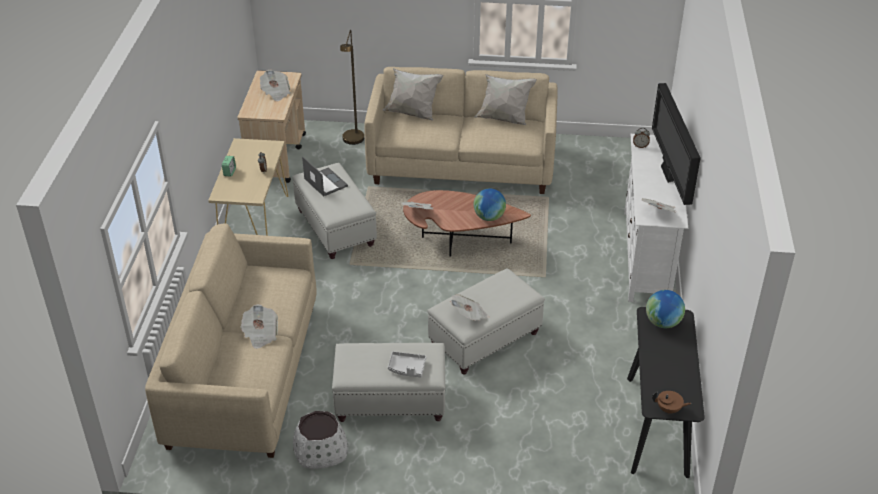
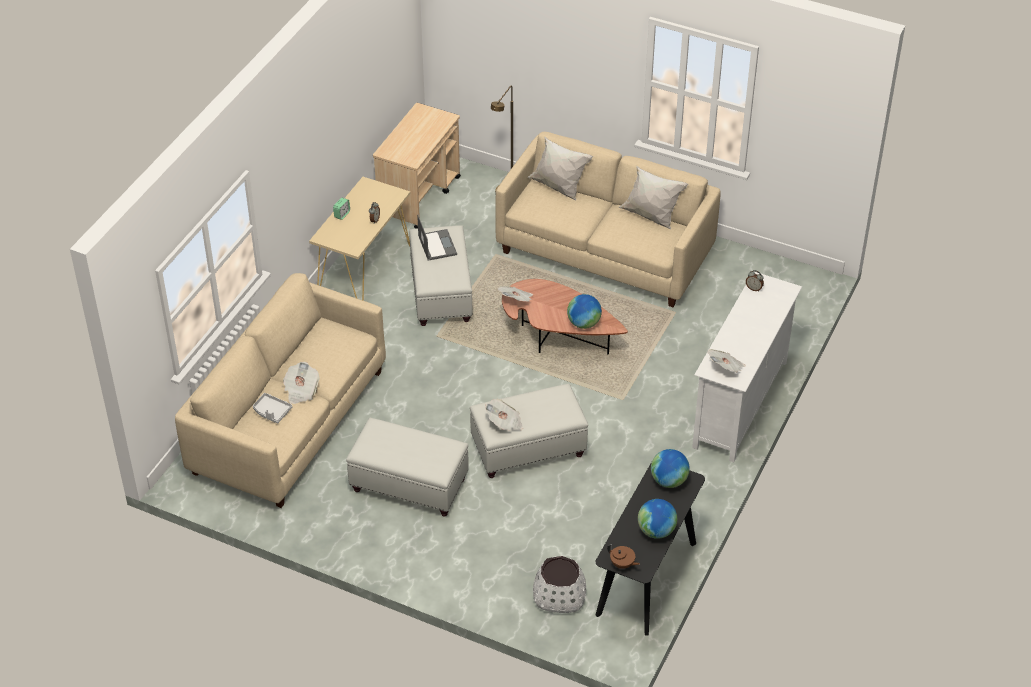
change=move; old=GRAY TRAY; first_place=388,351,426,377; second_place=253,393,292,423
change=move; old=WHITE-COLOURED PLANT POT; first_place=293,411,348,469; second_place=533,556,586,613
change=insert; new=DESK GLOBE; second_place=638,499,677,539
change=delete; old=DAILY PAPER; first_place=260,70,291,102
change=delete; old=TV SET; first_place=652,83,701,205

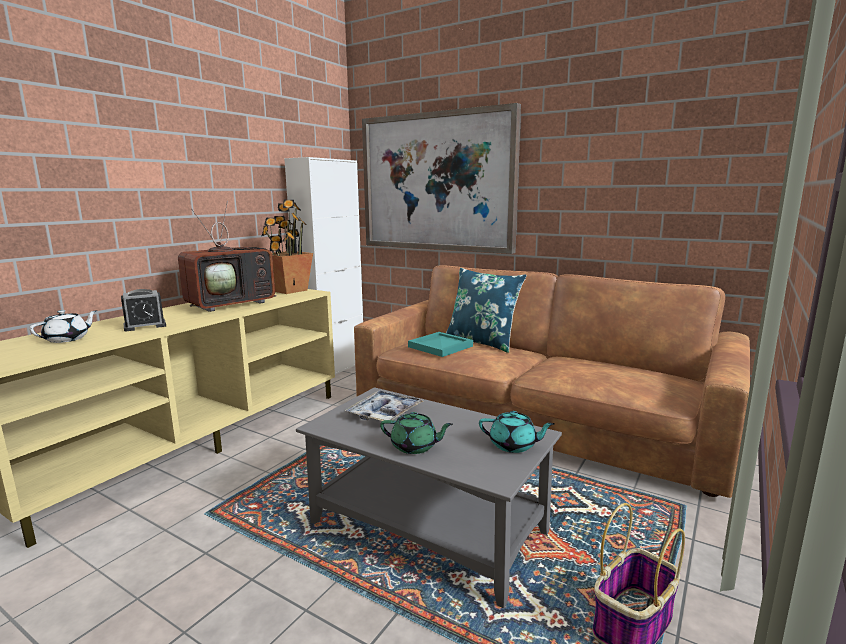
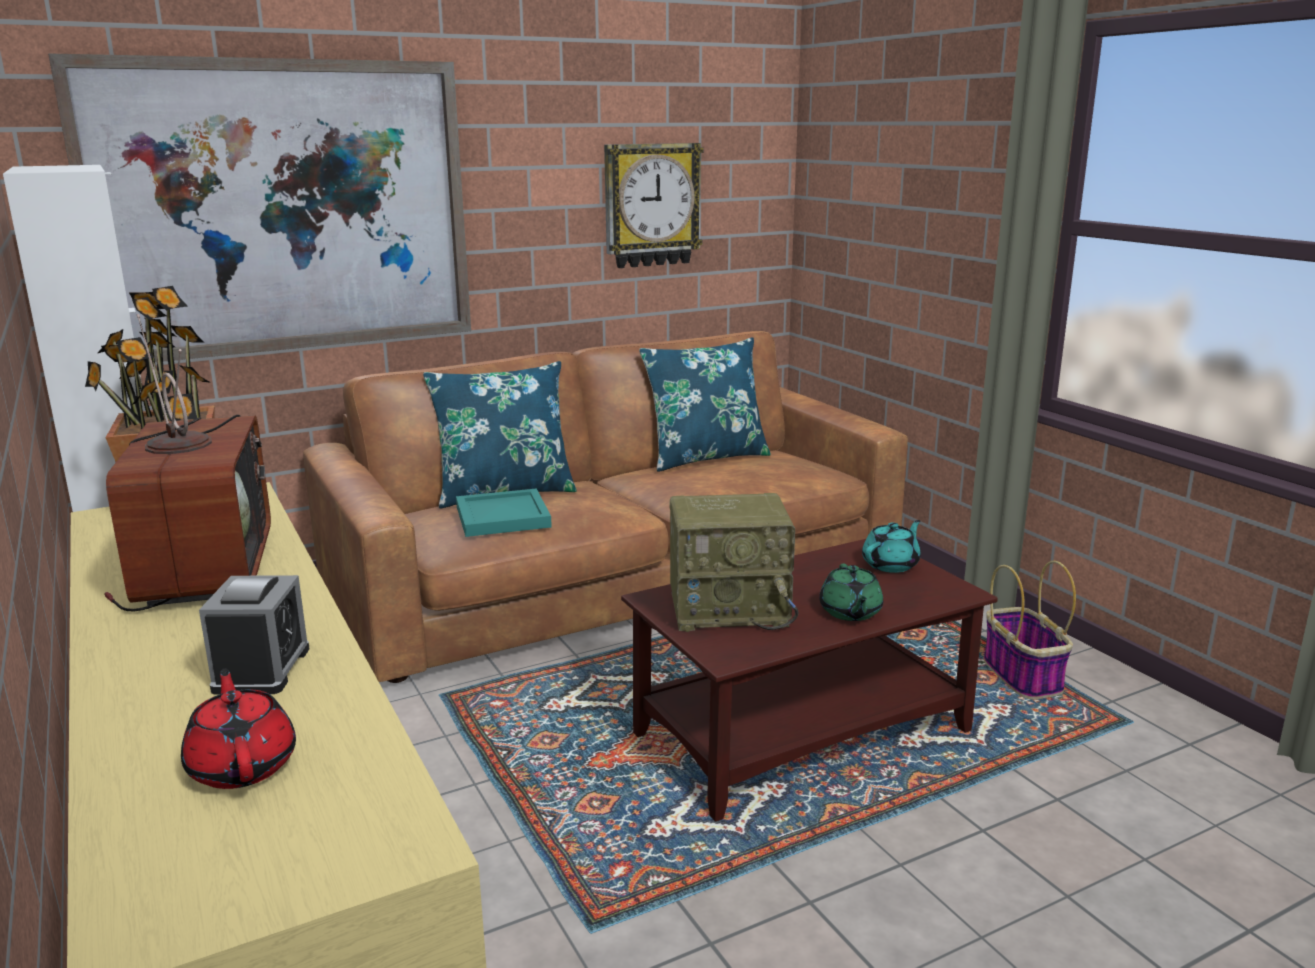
change=recolor; old=WHITE-COLOURED TEA POT; new=REDDISH TEA POT; first_place=29,310,98,343; second_place=181,669,296,789
change=insert; new=CLOCK ON THE WALL; second_place=604,143,703,268
change=recolor; old=GRAY LOW TABLE; new=BROWN-COLOURED LOW TABLE; first_place=296,387,562,608; second_place=621,539,998,822
change=insert; new=BLUE-COLOURED THROW PILLOW; second_place=639,337,771,472
change=replace; old=TRAY; new=RADIO; first_place=344,390,423,421; second_place=669,493,798,632
change=rotate; old=GREENISH TEA POT; first_place=380,412,453,454; second_place=819,564,883,621; degrees=135

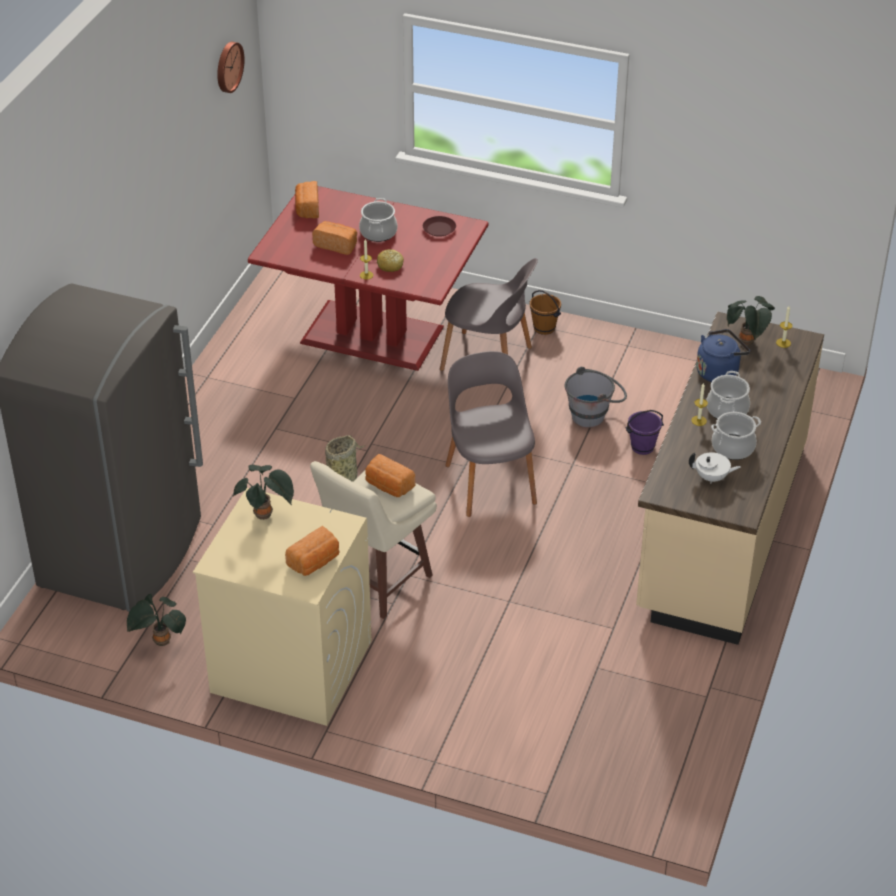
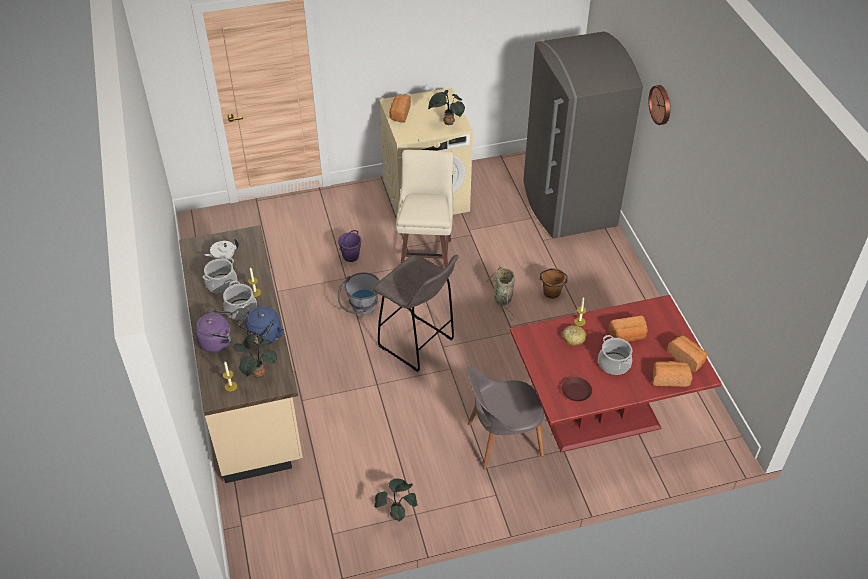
change=insert; new=PURPLE TEA KETTLE; second_place=195,310,232,352
change=move; old=PURPLE WATER BUCKET; first_place=626,410,664,455; second_place=338,230,361,262
change=move; old=GRAY WATER BUCKET; first_place=565,366,627,428; second_place=338,272,380,315
change=replace; old=GRAY CHAIR; new=GRAY STOOL; first_place=445,351,537,517; second_place=372,255,458,372
change=move; old=HOUSEPLANT; first_place=127,594,186,646; second_place=374,479,417,523
change=move; old=BROWN-COLOURED WATER BUCKET; first_place=530,290,561,335; second_place=540,268,568,299
change=move; old=CLOCK ON THE WALL; first_place=217,42,244,93; second_place=648,85,670,125
change=move; old=BAKED BREAD; first_place=365,454,415,497; second_place=653,361,693,387

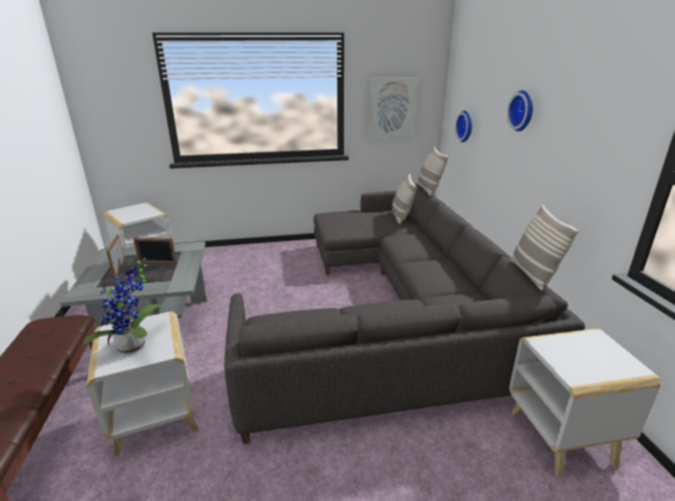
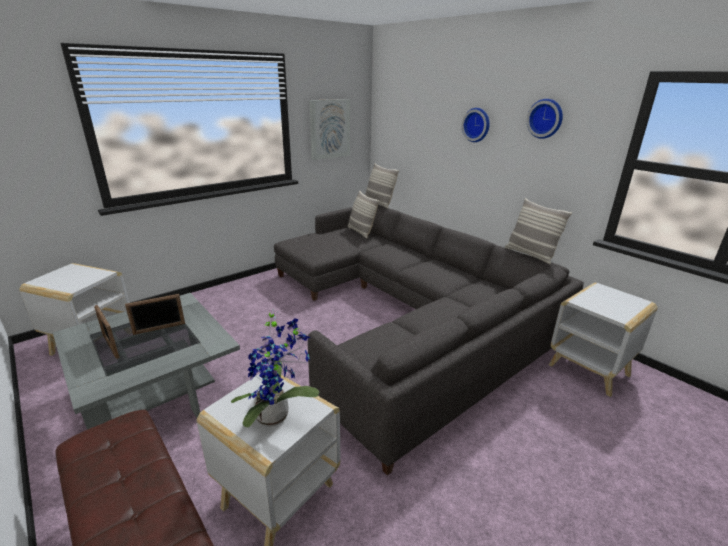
change=move; old=CLOCK ON THE WALL; first_place=455,111,472,142; second_place=526,99,563,139

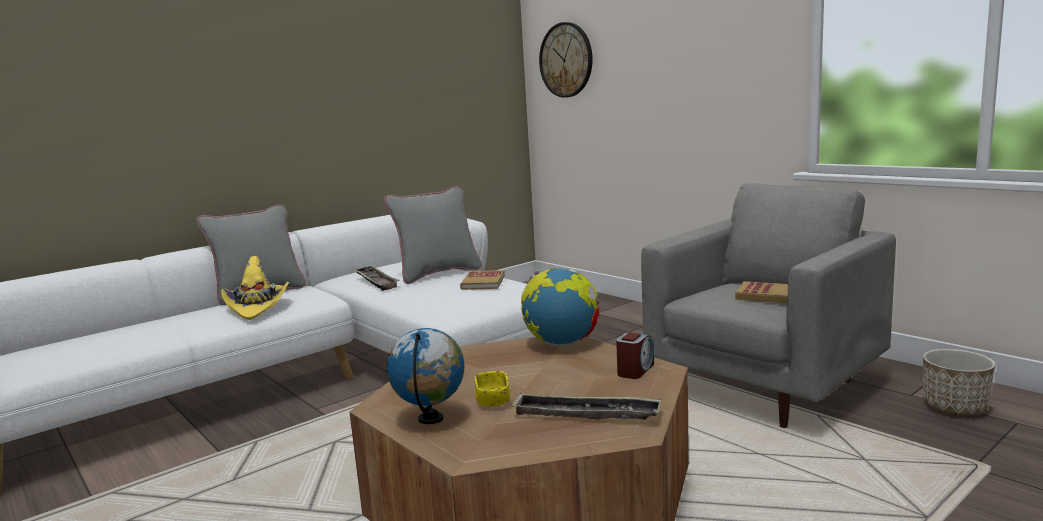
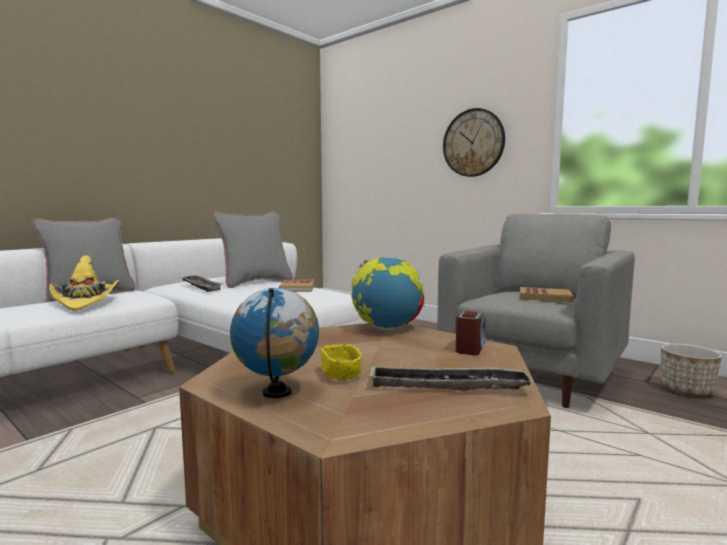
change=move; old=CLOCK ON THE WALL; first_place=539,22,593,98; second_place=443,108,505,177

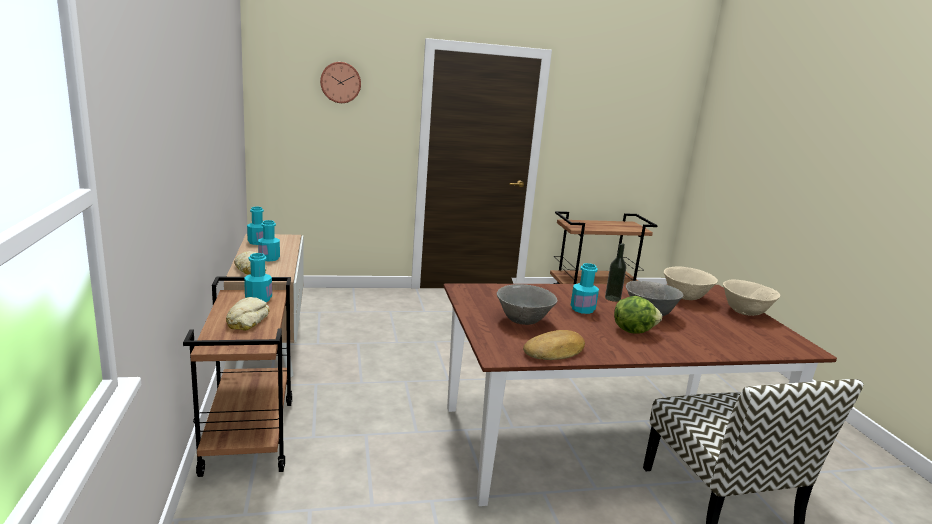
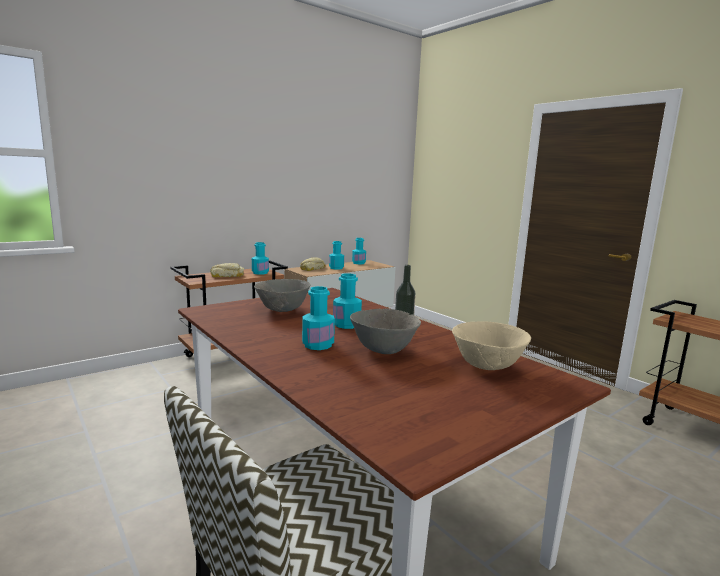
change=replace; old=LETTUCE; new=TURQUOISE-COLOURED DRINK BOTTLE; first_place=614,296,662,334; second_place=302,286,335,350
change=delete; old=CLOCK ON THE WALL; first_place=320,62,361,103
change=delete; old=BAKED BREAD; first_place=523,330,585,360
change=delete; old=BEIGE DEEP DISH; first_place=723,280,780,316

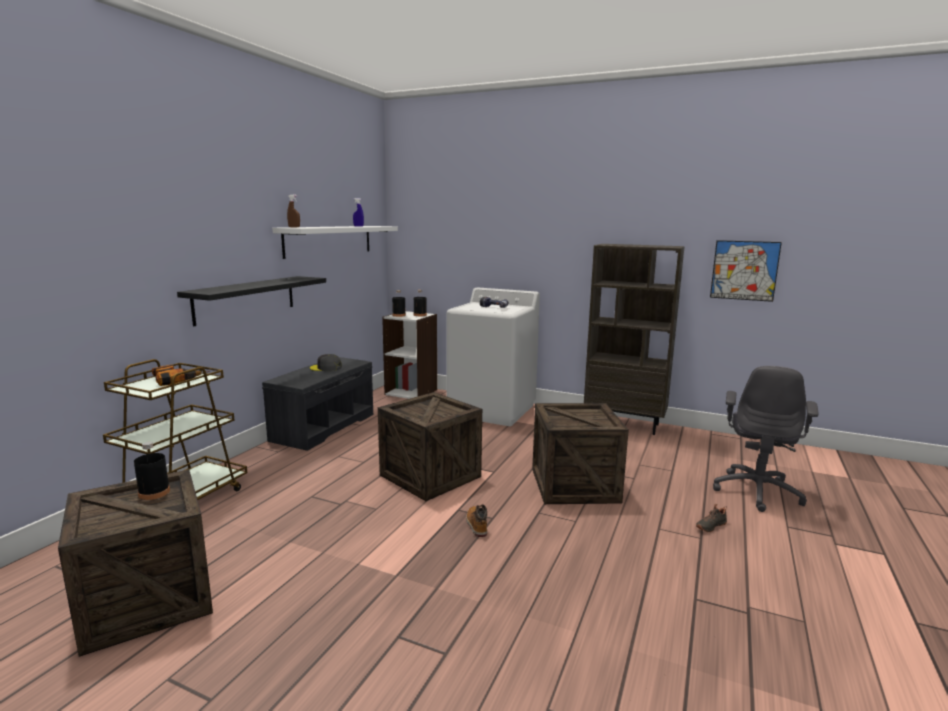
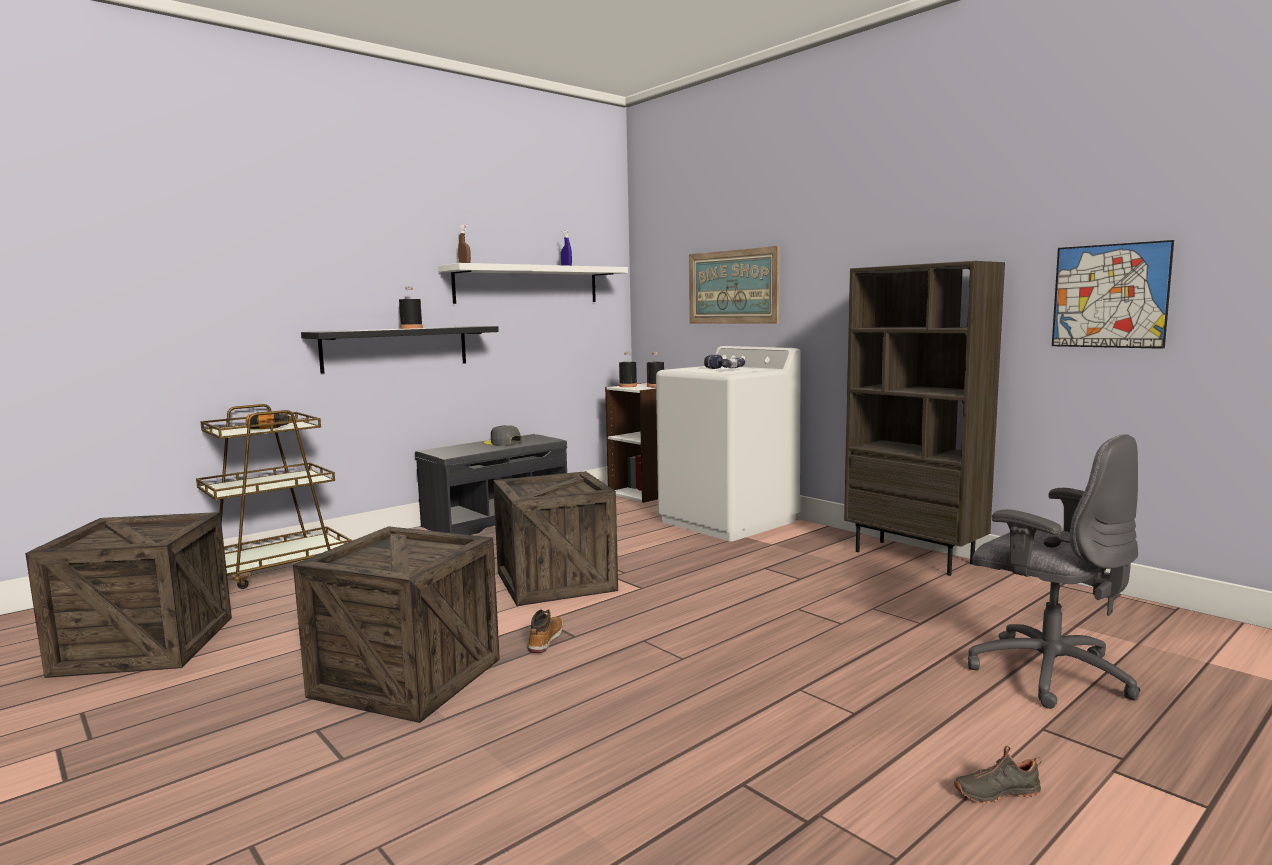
change=move; old=CRATE; first_place=532,403,629,504; second_place=293,526,500,723
change=move; old=BLACK-COLOURED DRINK BOTTLE; first_place=134,442,170,500; second_place=399,286,423,329
change=insert; new=PICTURE; second_place=689,246,780,324
change=move; old=BLACK-COLOURED ITEM OF FOOTWEAR; first_place=696,504,727,532; second_place=954,746,1041,803
change=rotate; old=GRAY DESK CHAIR; first_place=713,366,819,512; second_place=968,434,1140,709; degrees=-90

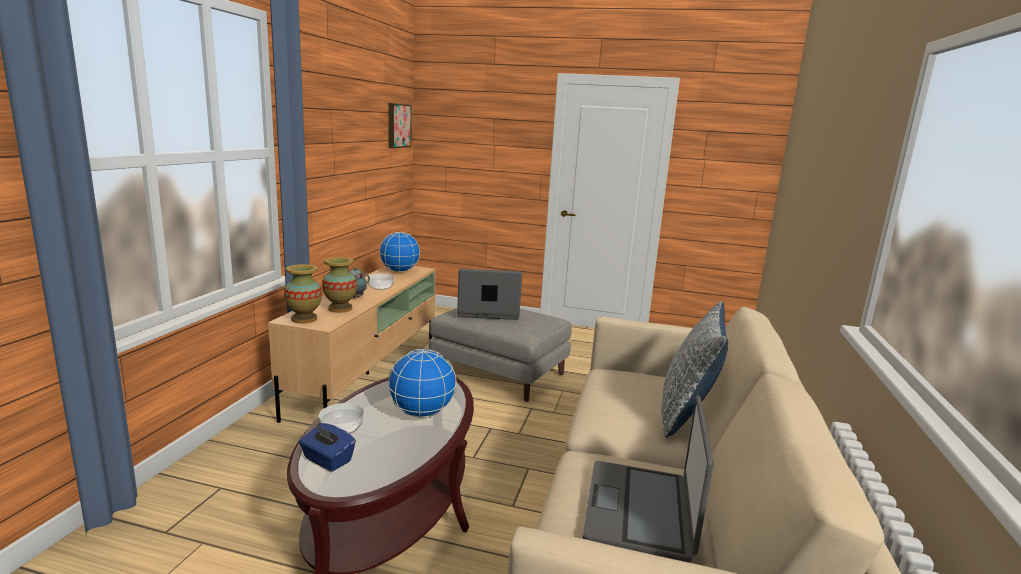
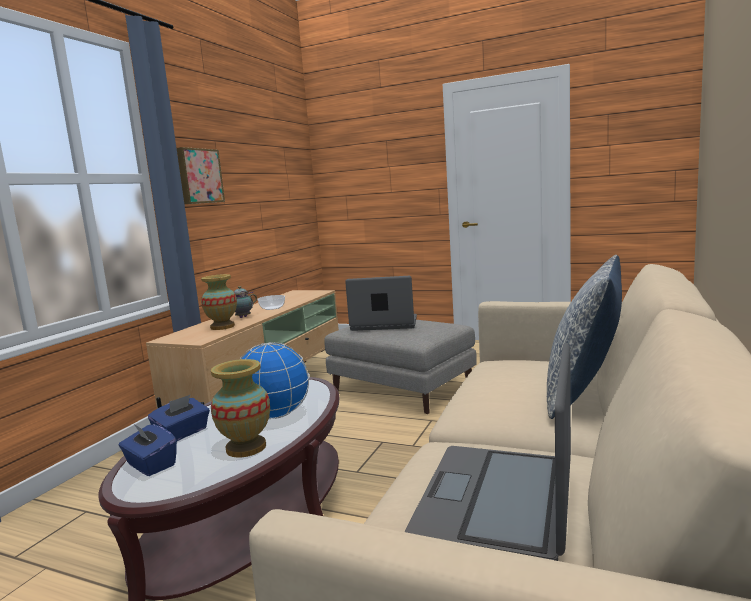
change=replace; old=DEEP DISH; new=BLUE-COLOURED TISSUE HOLDER; first_place=319,403,364,434; second_place=148,395,210,441
change=move; old=PICTURE; first_place=388,103,412,148; second_place=177,147,225,204
change=move; old=VASE; first_place=284,264,322,323; second_place=211,359,270,458
change=delete; old=DESK GLOBE; first_place=379,232,420,272

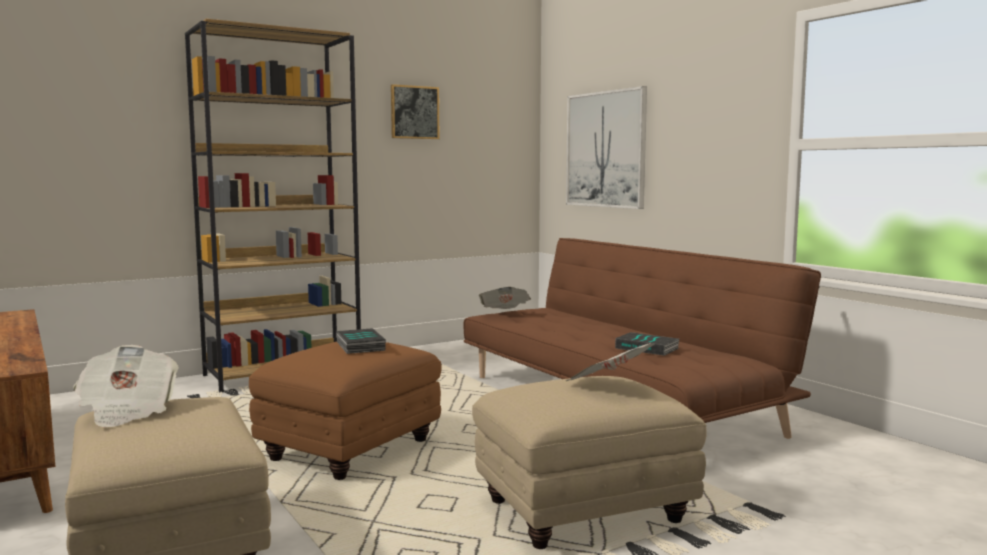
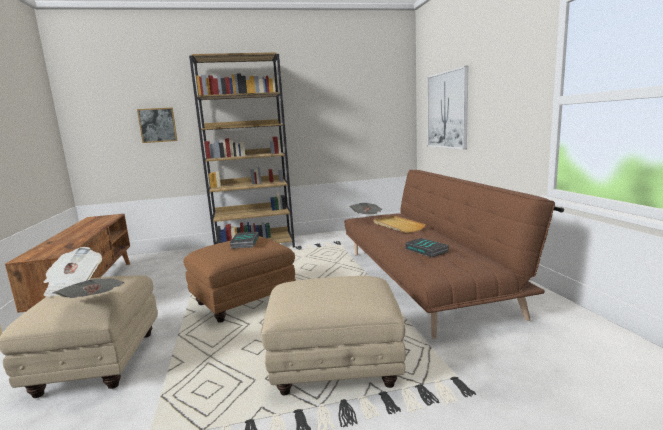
change=move; old=DAILY PAPER; first_place=566,343,655,381; second_place=53,278,124,298
change=move; old=PICTURE; first_place=391,84,439,139; second_place=137,108,178,143
change=insert; new=BEIGE TRAY; second_place=374,216,426,233

